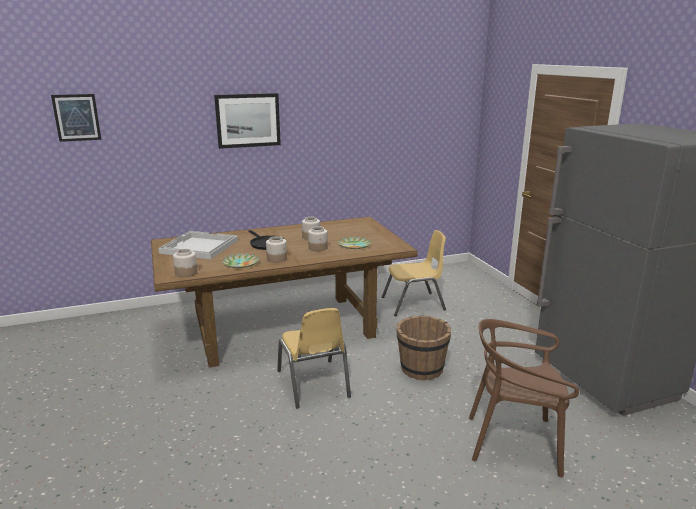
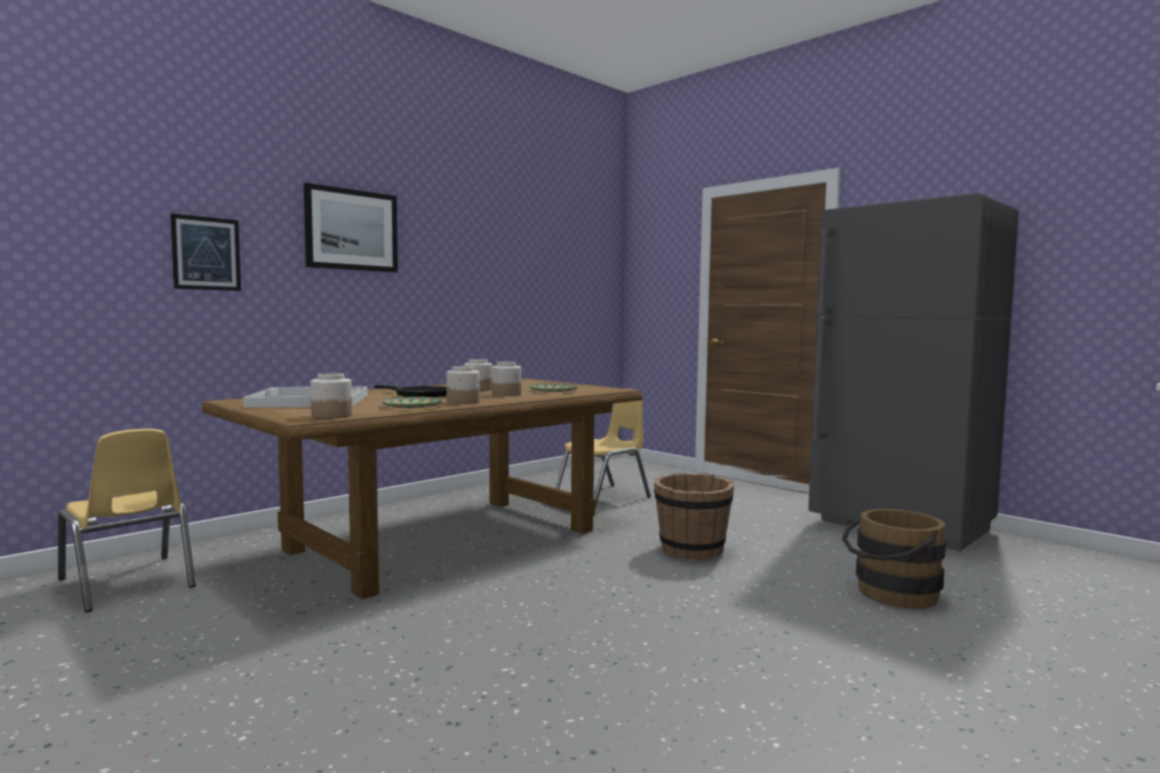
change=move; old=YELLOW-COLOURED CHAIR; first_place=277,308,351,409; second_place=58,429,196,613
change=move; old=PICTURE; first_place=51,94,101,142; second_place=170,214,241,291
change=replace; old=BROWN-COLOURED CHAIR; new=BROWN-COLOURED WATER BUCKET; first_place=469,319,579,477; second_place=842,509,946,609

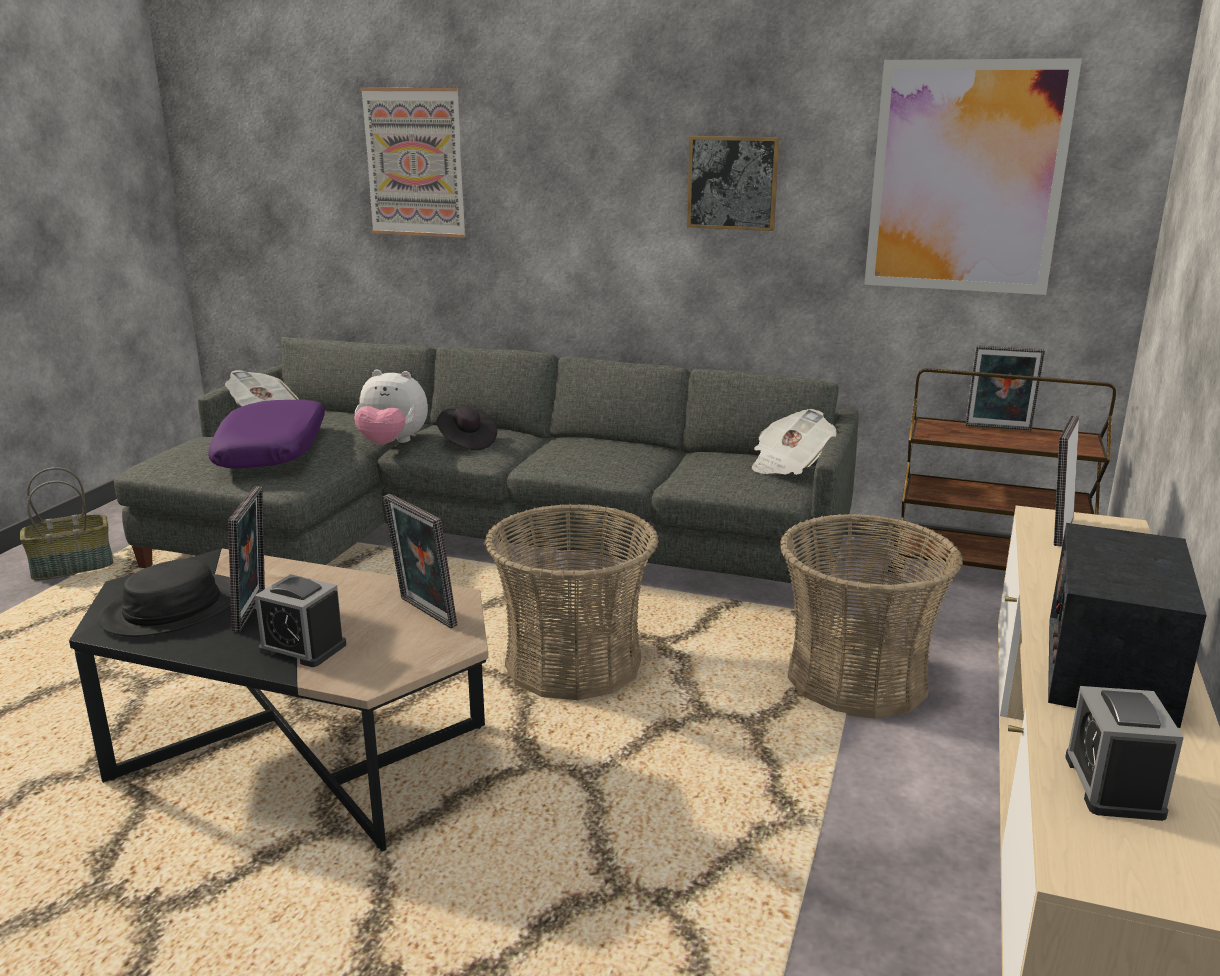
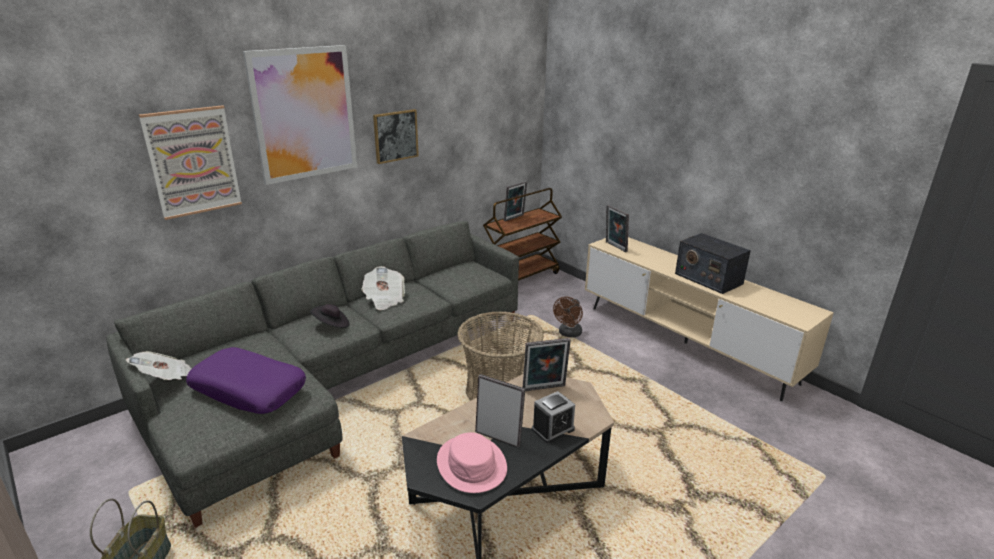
change=move; old=PICTURE; first_place=864,58,1082,295; second_place=243,45,357,185
change=move; old=DAILY PAPER; first_place=751,409,837,475; second_place=362,266,405,310
change=recolor; old=BLACK-COLOURED WEARABLE HAT; new=PINK WEARABLE HAT; first_place=98,559,231,637; second_place=437,432,507,493
change=replace; old=STORAGE BASKET; new=BROWN-COLOURED COOLING FAN; first_place=780,514,963,719; second_place=553,297,583,338
change=delete; old=PLUSH TOY; first_place=354,370,428,445
change=delete; old=ALARM CLOCK; first_place=1065,686,1184,821

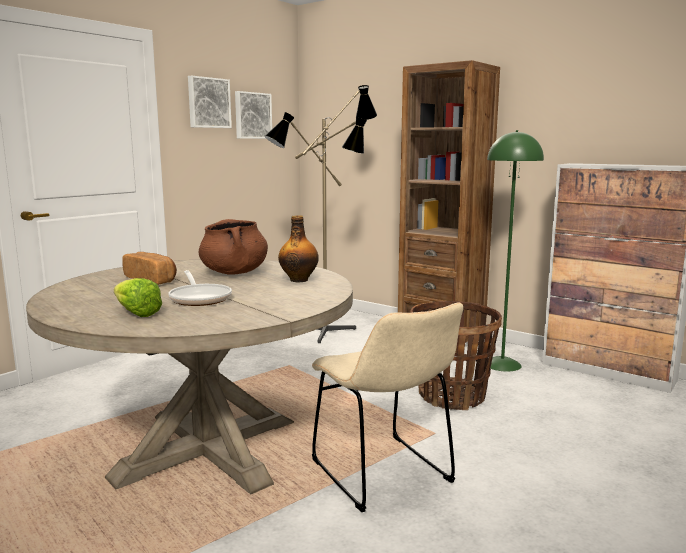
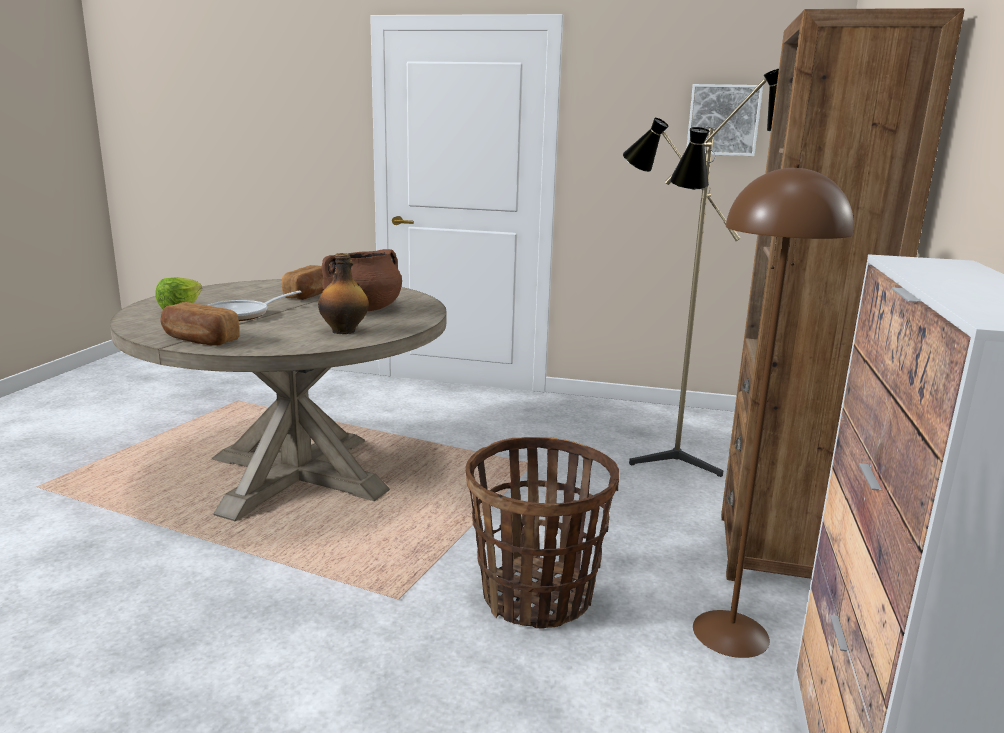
change=insert; new=BAKED BREAD; second_place=160,302,240,346
change=recolor; old=GREENISH STANDING LAMP; new=BROWN-COLOURED STANDING LAMP; first_place=487,130,544,372; second_place=693,164,854,658
change=delete; old=PICTURE; first_place=188,76,232,128
change=delete; old=BEIGE CHAIR; first_place=312,302,463,512

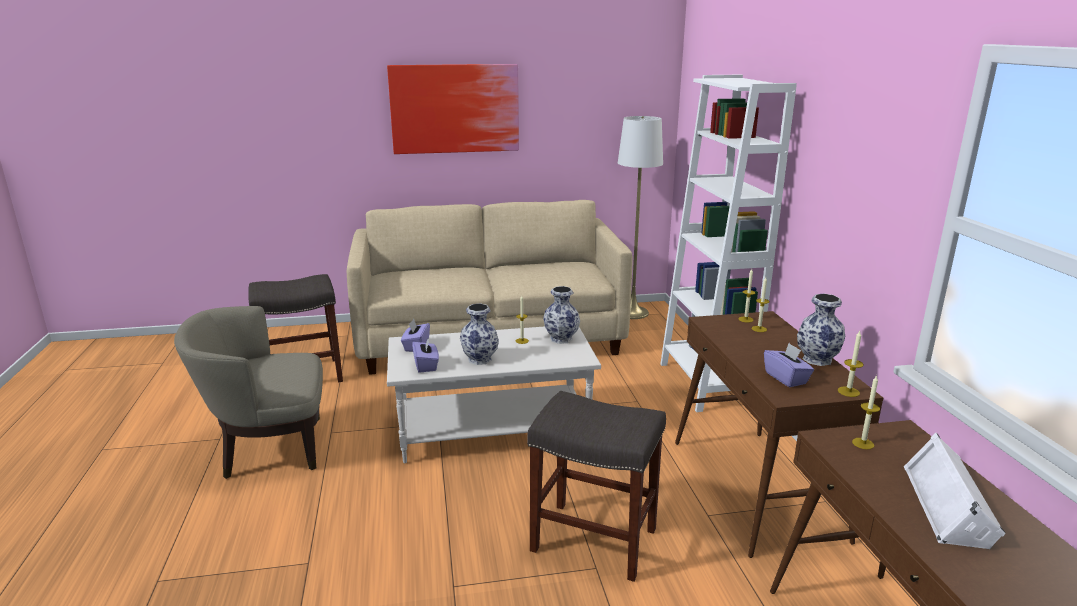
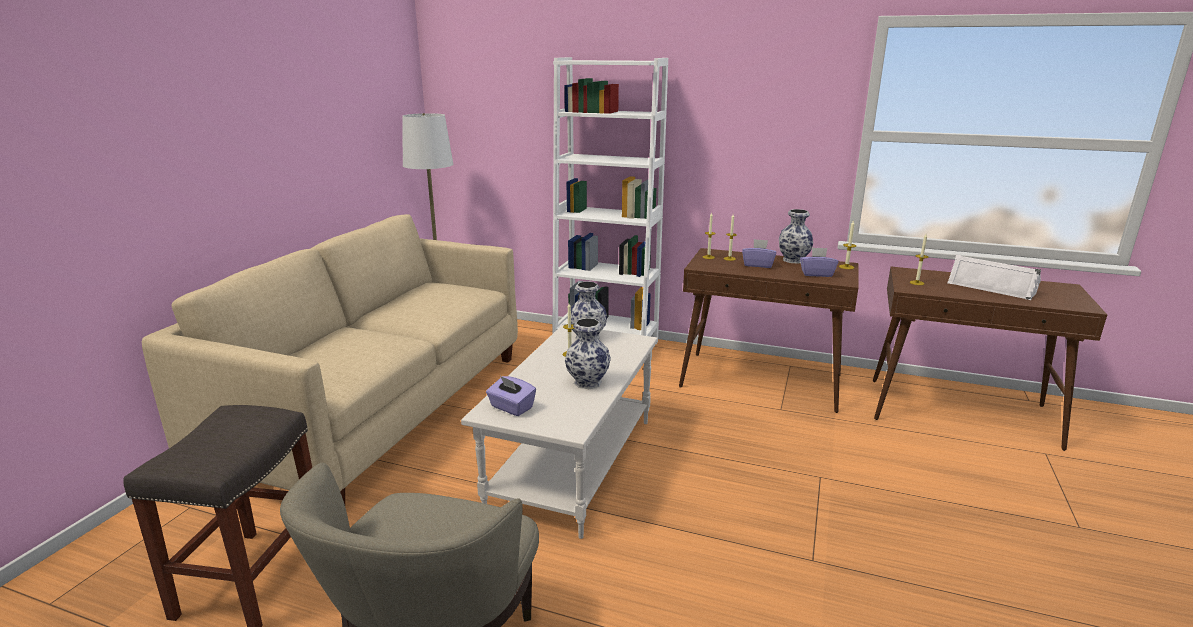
change=move; old=PURPLE TISSUE HOLDER; first_place=412,336,439,373; second_place=742,239,776,268
change=delete; old=PICTURE; first_place=387,64,519,154
change=delete; old=GRAY STOOL; first_place=527,391,666,582

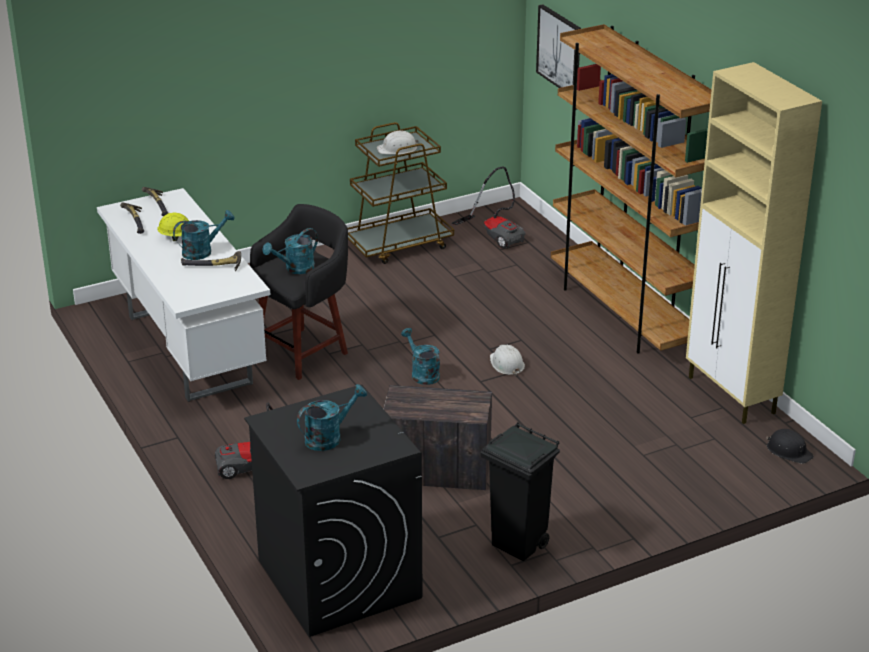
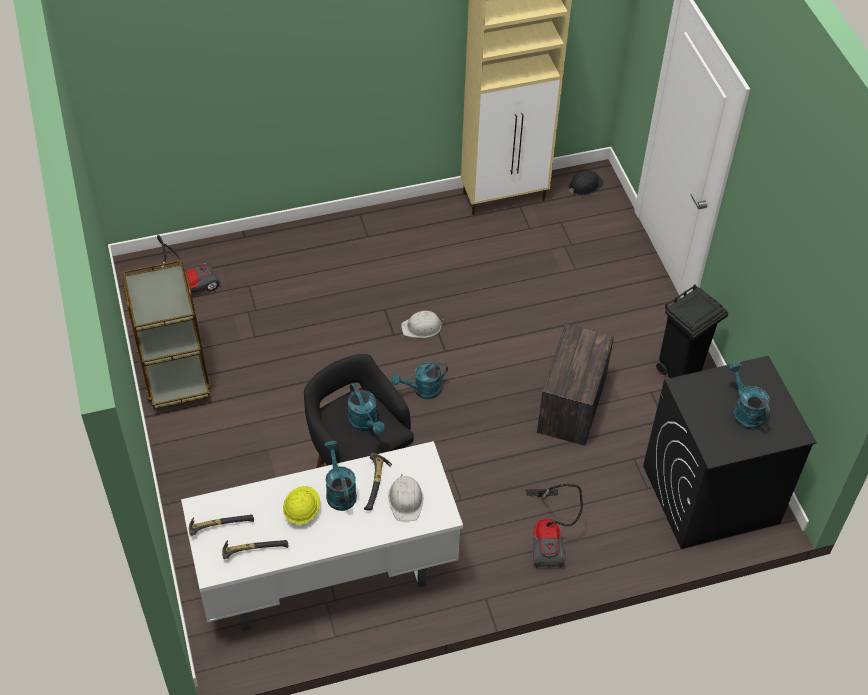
change=move; old=WHITE-COLOURED WORK HELMET; first_place=377,130,419,155; second_place=388,474,423,521
change=delete; old=PICTURE; first_place=536,4,581,88
change=delete; old=BROWN-COLOURED SHELVING UNIT; first_place=551,24,712,354

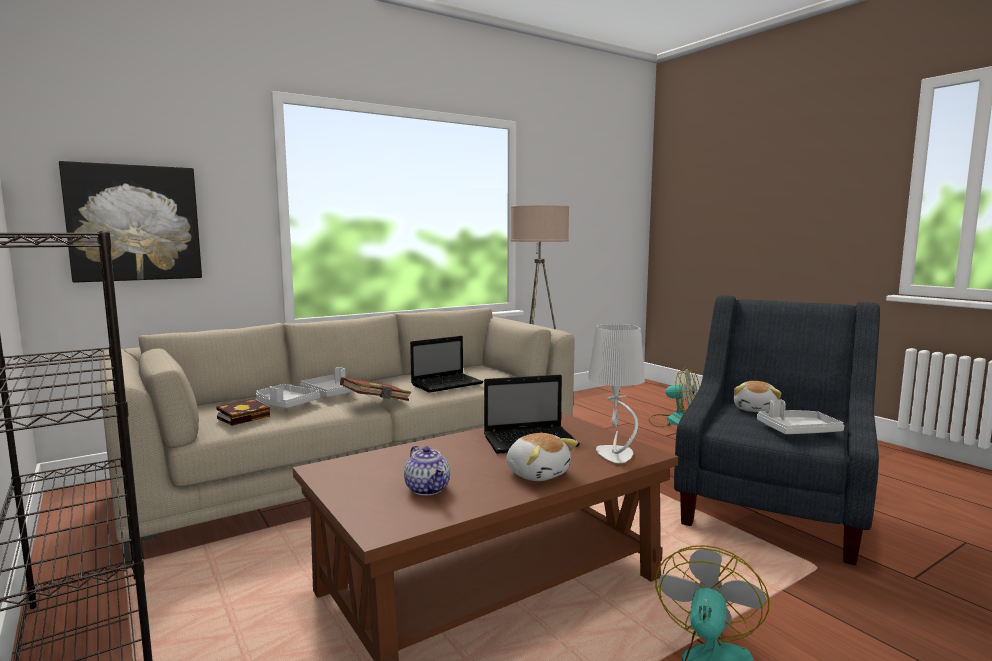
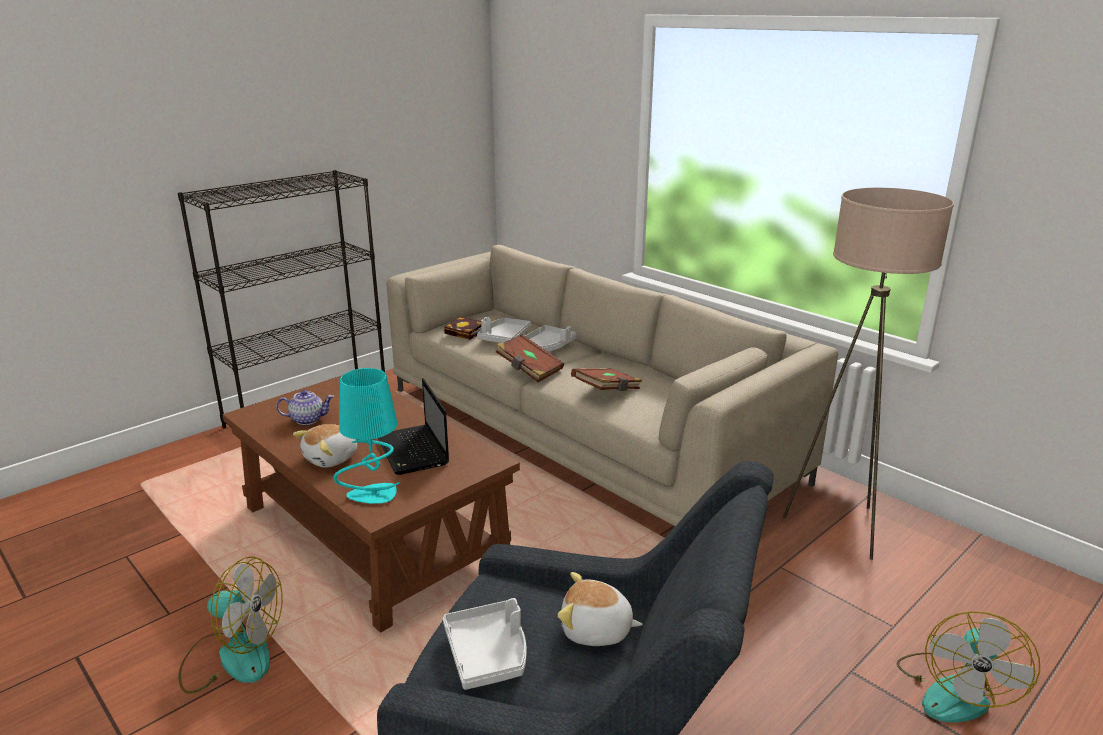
change=rotate; old=TEA POT; first_place=404,446,450,496; second_place=276,390,334,425; degrees=-150
change=recolor; old=GRAY TABLETOP LAMP; new=TURQUOISE-COLOURED TABLETOP LAMP; first_place=588,324,645,463; second_place=333,368,400,504
change=replace; old=PORTABLE COMPUTER; new=BROWN-COLOURED VOLUME; first_place=410,336,484,393; second_place=571,368,643,391
change=delete; old=PICTURE; first_place=59,161,202,283

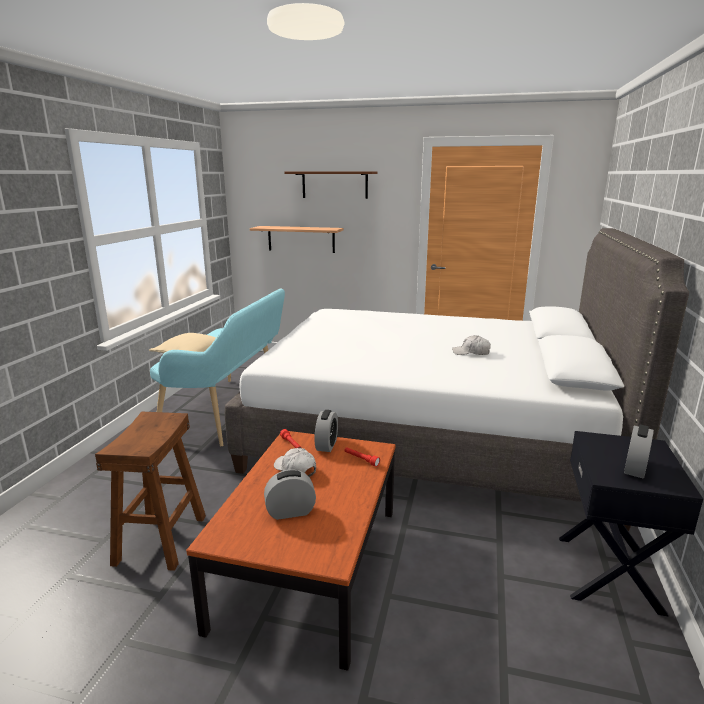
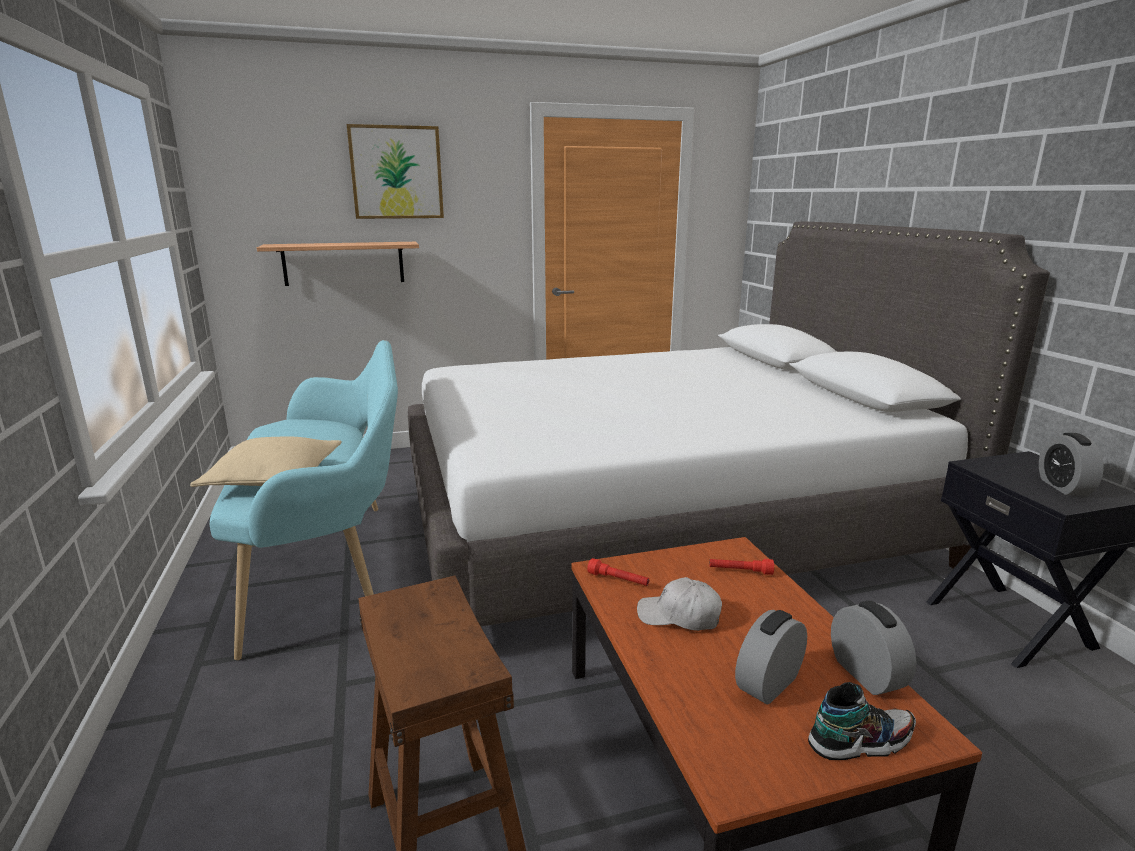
change=replace; old=BROWN-COLOURED SHELF; new=PICTURE; first_place=284,171,378,199; second_place=347,124,444,219
change=insert; new=ITEM OF FOOTWEAR; second_place=808,682,916,760
change=move; old=ALARM CLOCK; first_place=315,410,338,452; second_place=831,601,916,695
change=delete; old=WHITE-COLOURED PEAKED CAP; first_place=452,335,491,355

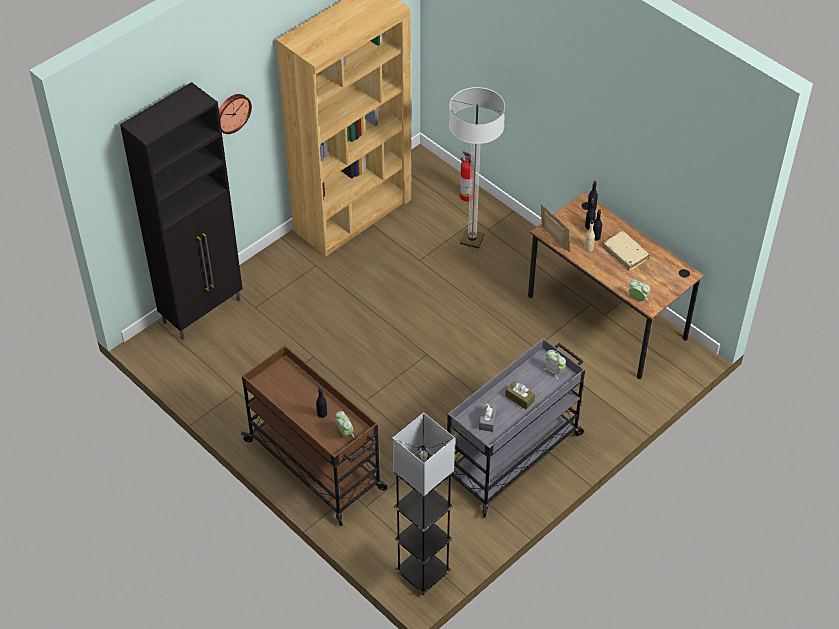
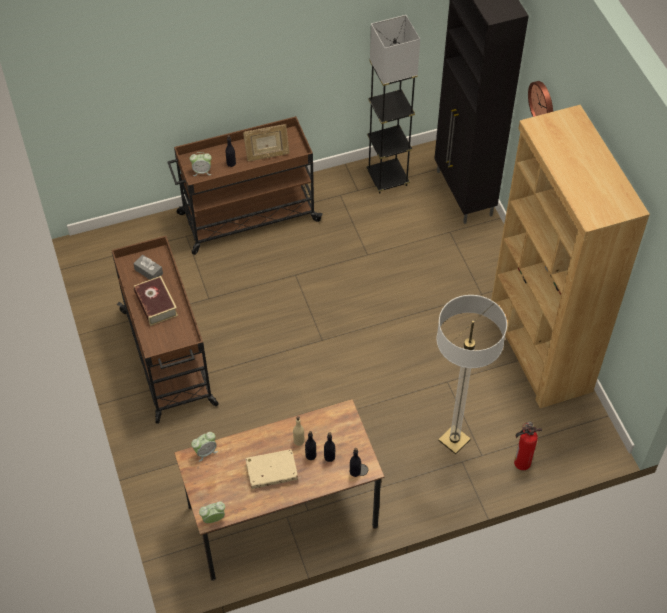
change=recolor; old=GRAY CART; new=BROWN-COLOURED CART; first_place=445,338,585,517; second_place=111,236,219,424
change=replace; old=BROWN-COLOURED TISSUE HOLDER; new=VOLUME; first_place=505,381,535,409; second_place=134,276,178,326
change=move; old=ALARM CLOCK; first_place=544,350,566,379; second_place=199,501,225,523
change=move; old=PICTURE FRAME; first_place=541,203,570,252; second_place=243,124,290,162
change=move; old=GRAY STANDING LAMP; first_place=392,413,455,595; second_place=366,15,420,194

